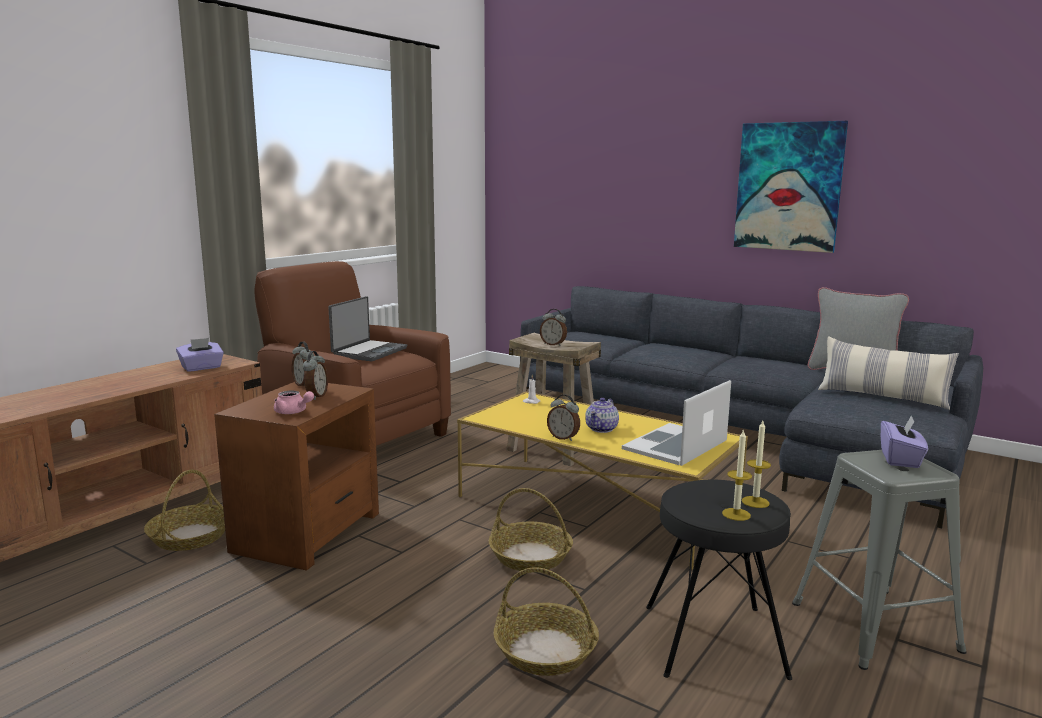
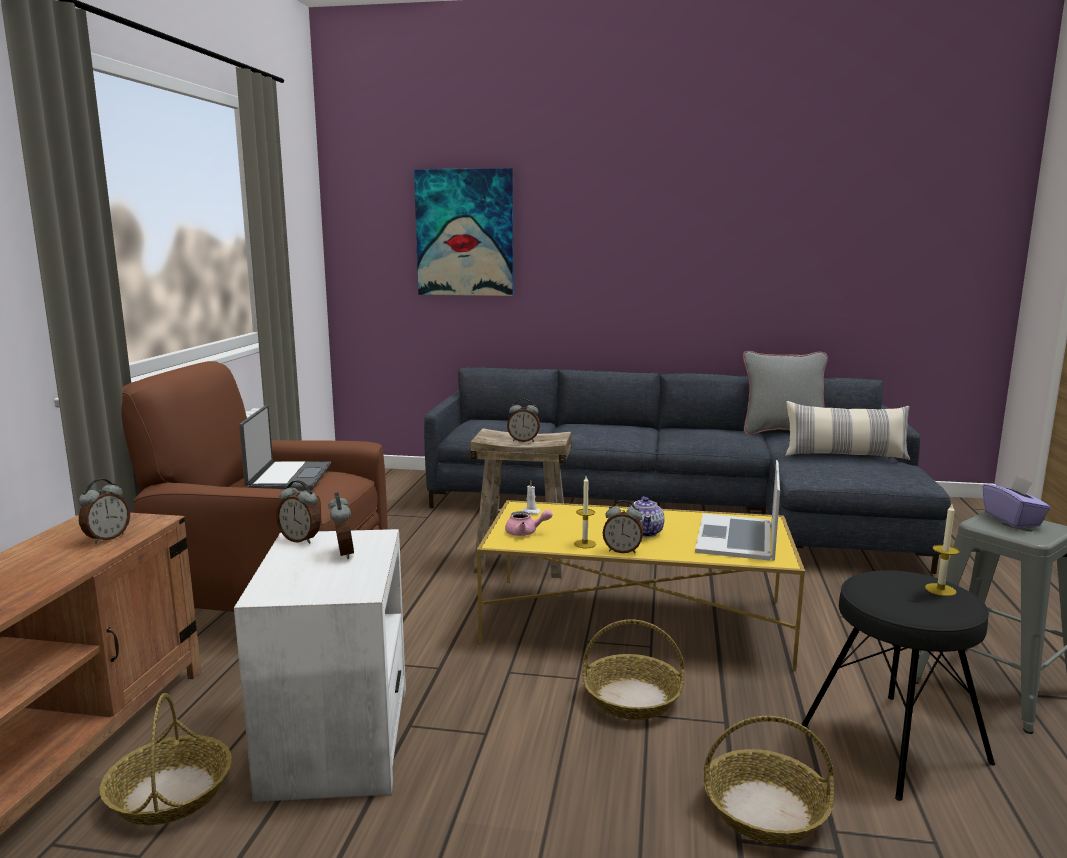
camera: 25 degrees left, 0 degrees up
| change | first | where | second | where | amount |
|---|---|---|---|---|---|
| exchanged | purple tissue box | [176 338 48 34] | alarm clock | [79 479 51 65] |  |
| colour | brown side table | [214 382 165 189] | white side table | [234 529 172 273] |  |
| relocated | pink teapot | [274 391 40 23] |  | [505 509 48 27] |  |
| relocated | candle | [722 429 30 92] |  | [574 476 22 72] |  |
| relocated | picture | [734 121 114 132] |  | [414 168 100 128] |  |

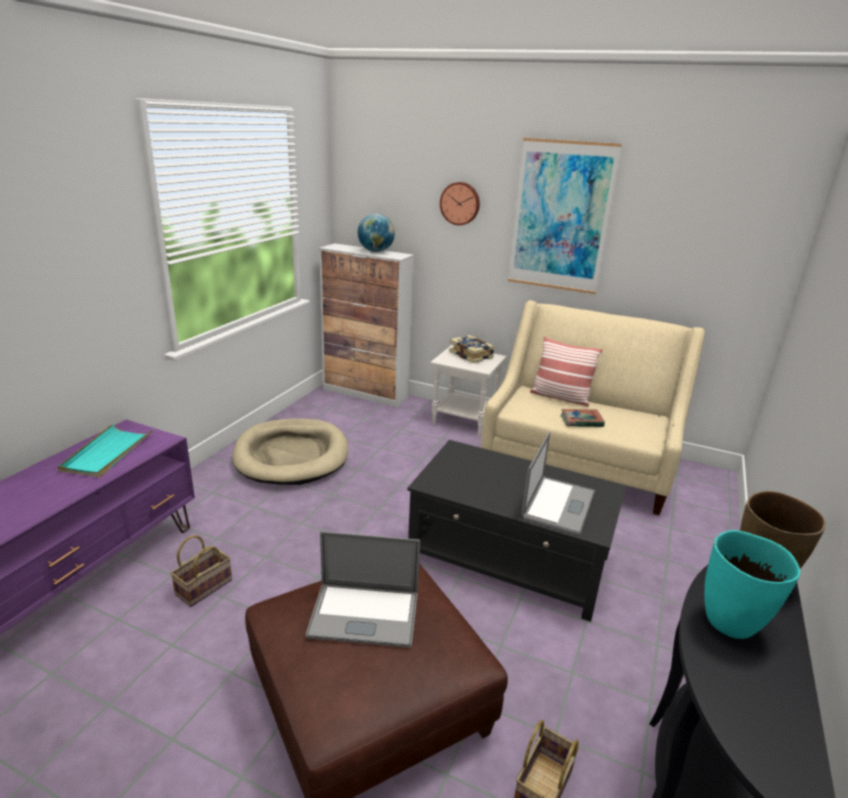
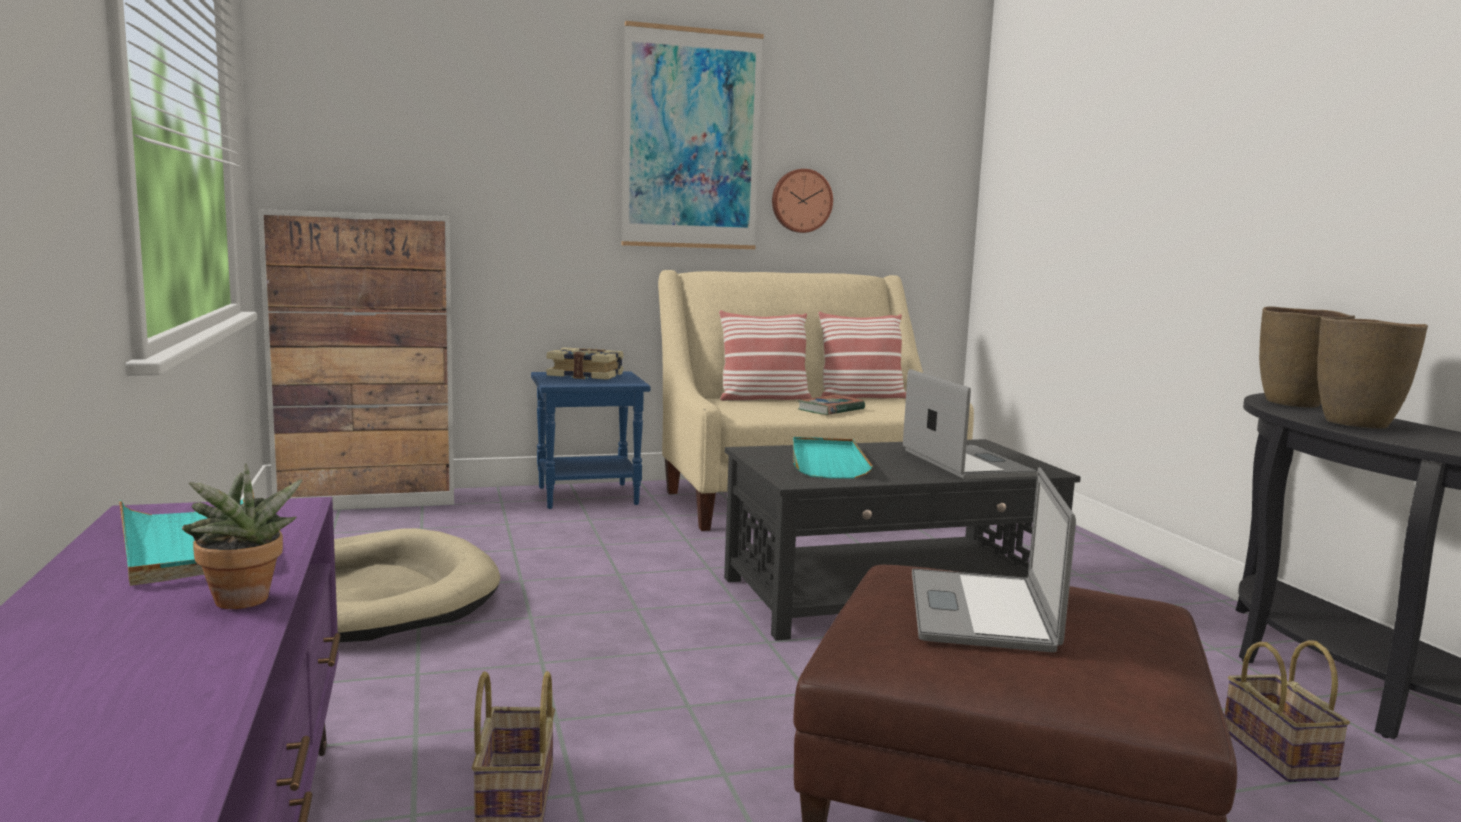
camera: 40 degrees left, 15 degrees down
| change | first | where | second | where | amount |
|---|---|---|---|---|---|
| spun | laptop | [306 531 114 117] |  | [912 467 164 185] | 135 degrees clockwise |
| missing | globe | [358 213 37 39] |  |  |  |
| colour | white side table | [430 345 77 91] | blue side table | [531 371 119 138] |  |
| relocated | wall clock | [440 182 40 43] |  | [772 169 61 64] |  |
| colour | turquoise vase | [704 530 96 109] | brown vase | [1317 317 111 112] |  |
| appeared |  |  | potted plant | [182 463 121 146] |  |
| appeared |  |  | turquoise tray | [793 437 80 42] |  |
| appeared |  |  | pillow | [818 312 88 87] |  |

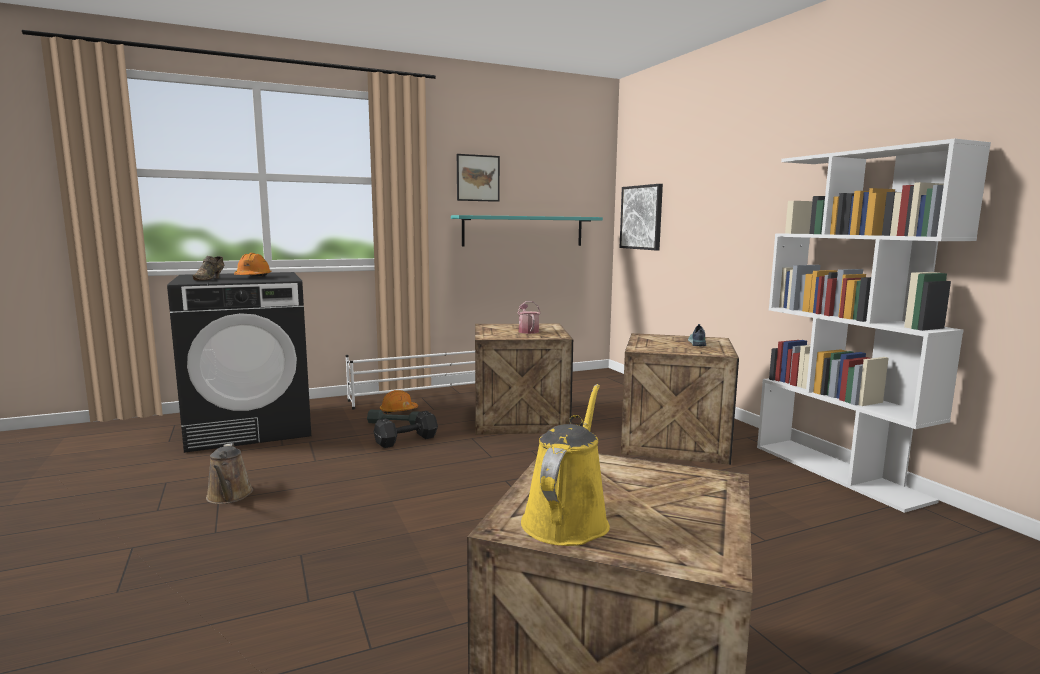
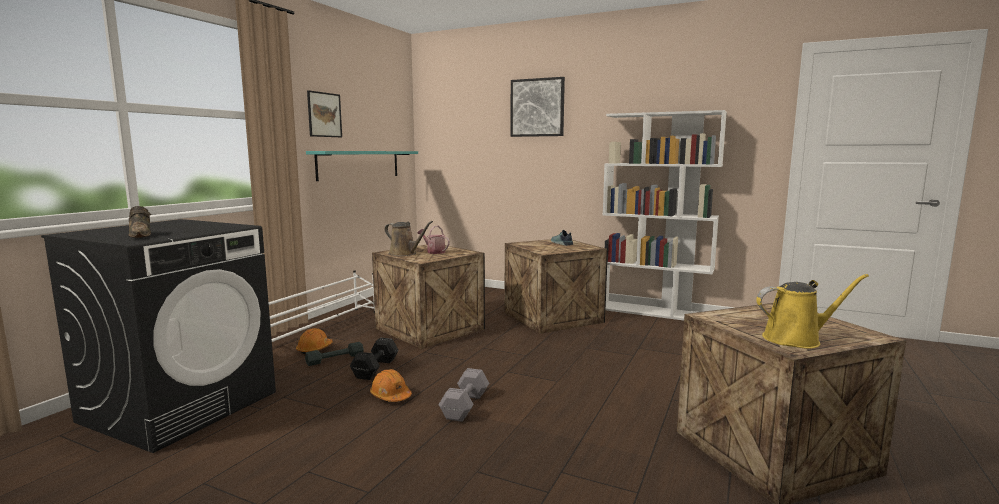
camera: 40 degrees left, 0 degrees up
| change | first | where | second | where | amount |
|---|---|---|---|---|---|
| relocated | brown watering can | [206 443 47 61] |  | [385 221 48 35] |  |
| relocated | orange hard hat | [234 253 38 23] |  | [370 369 42 33] |  |
| spun | yellow watering can | [521 384 89 162] |  | [756 274 113 75] | 105 degrees clockwise |
| relocated | picture | [620 184 43 66] |  | [510 77 55 60] |  |
| appeared |  |  | grey dumbbell | [439 368 50 54] |  |

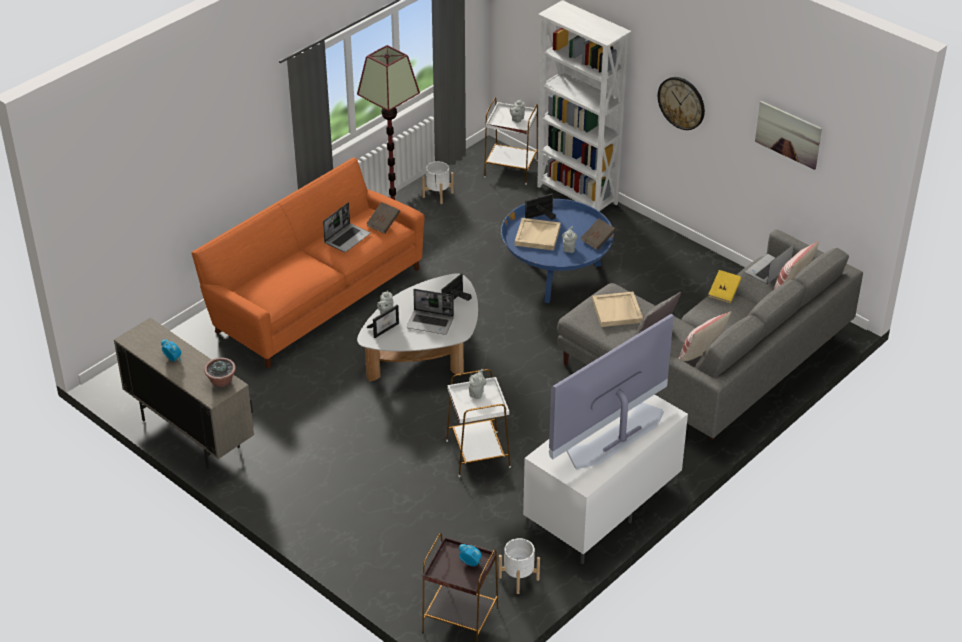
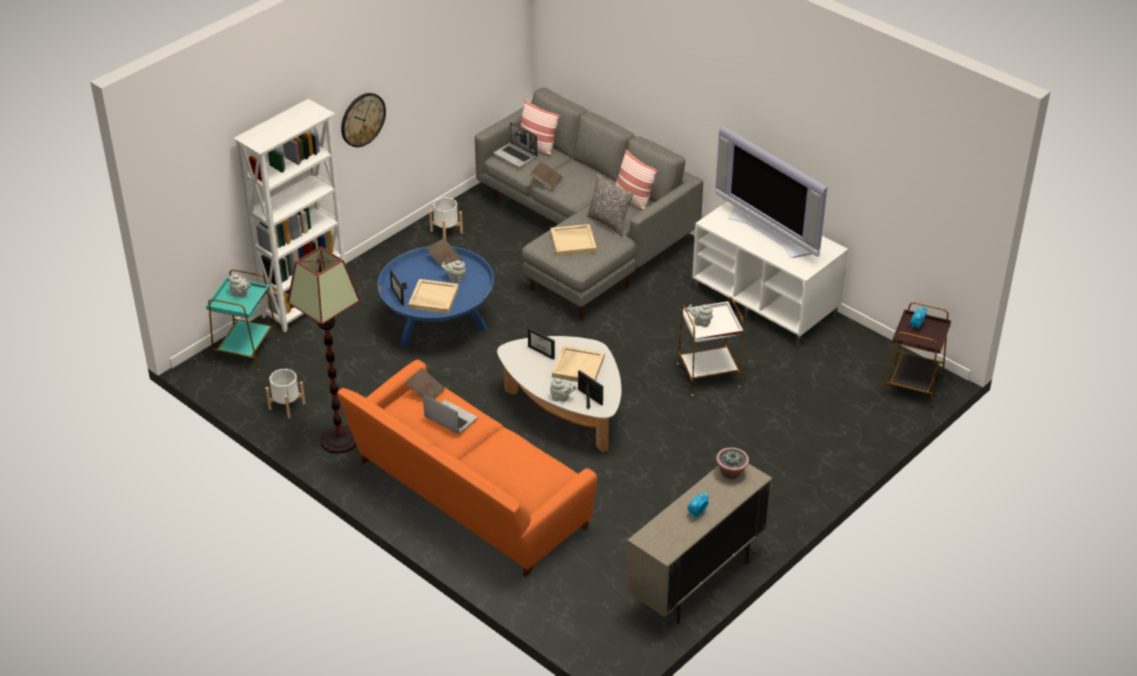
camera: 90 degrees left, 0 degrees up
| change | first | where | second | where | amount |
|---|---|---|---|---|---|
| exchanged | laptop | [406 289 48 46] | beige tray | [552 346 53 36] |  |
| colour | white side table | [484 97 54 88] | turquoise side table | [206 269 73 102] |  |
| relocated | white planter | [498 538 42 56] |  | [429 197 34 42] |  |
| colour | yellow book | [708 270 34 33] | brown book | [530 162 33 28] |  |
| missing | picture | [755 101 67 69] |  |  |  |

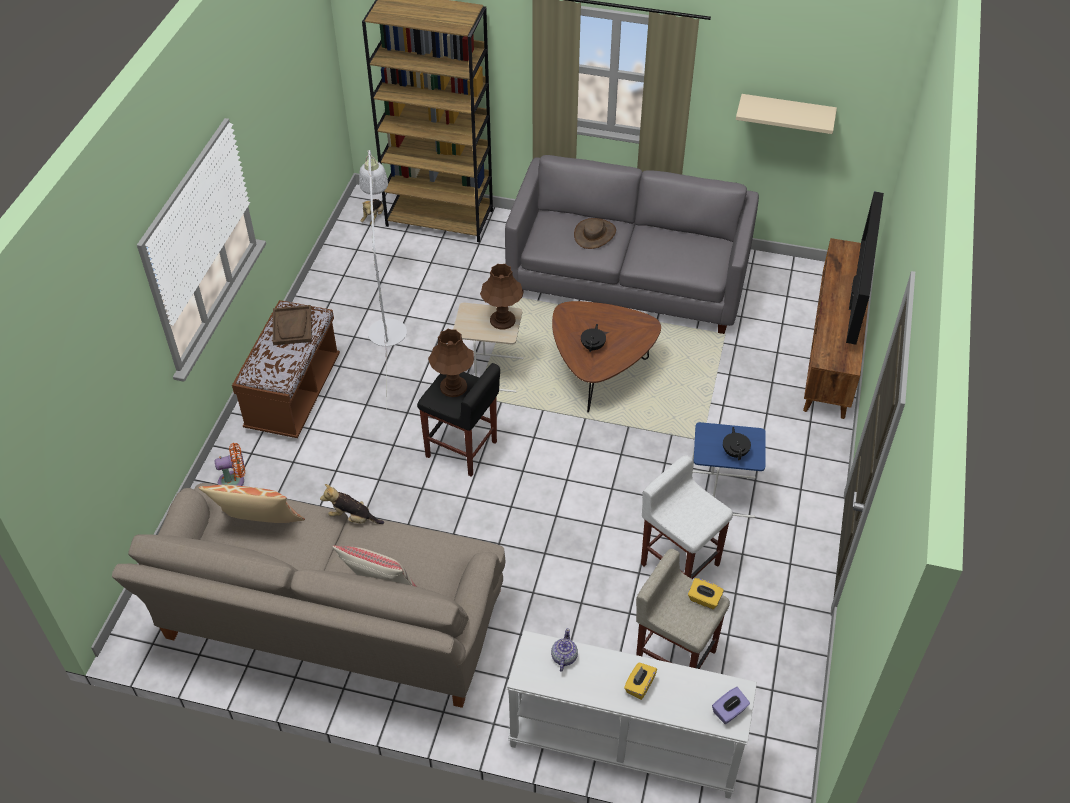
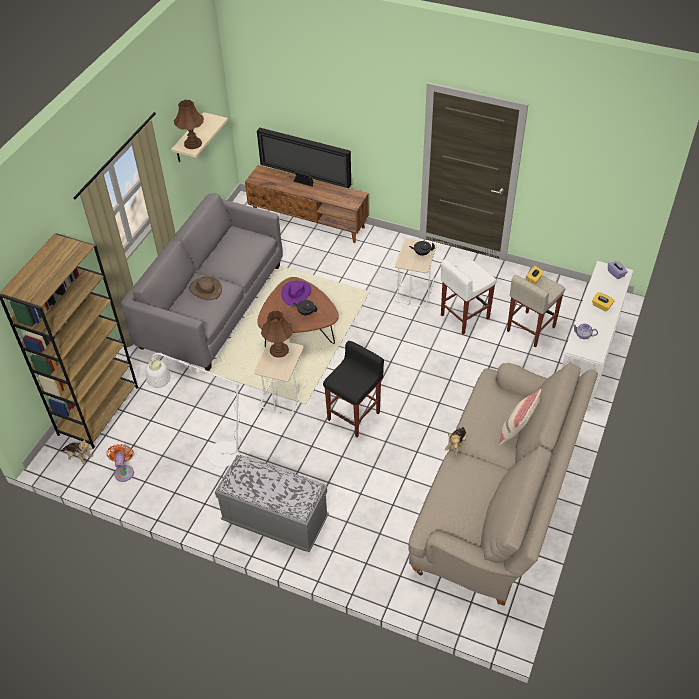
camera: 80 degrees left, 0 degrees up
| change | first | where | second | where | amount |
|---|---|---|---|---|---|
| missing | pillow | [199 485 106 38] |  |  |  |
| relocated | orange fan | [215 443 30 43] |  | [106 444 28 38] |  |
| colour | brown bench | [232 300 108 138] | grey bench | [215 455 114 97] |  |
| missing | brown tray | [273 305 39 40] |  |  |  |
| relocated | brown table lamp | [428 329 46 68] |  | [174 100 30 49] |  |
| colour | blue side table | [692 422 74 96] | beige side table | [395 238 42 69] |  |
| appeared |  |  | purple hat | [281 281 31 25] |  |

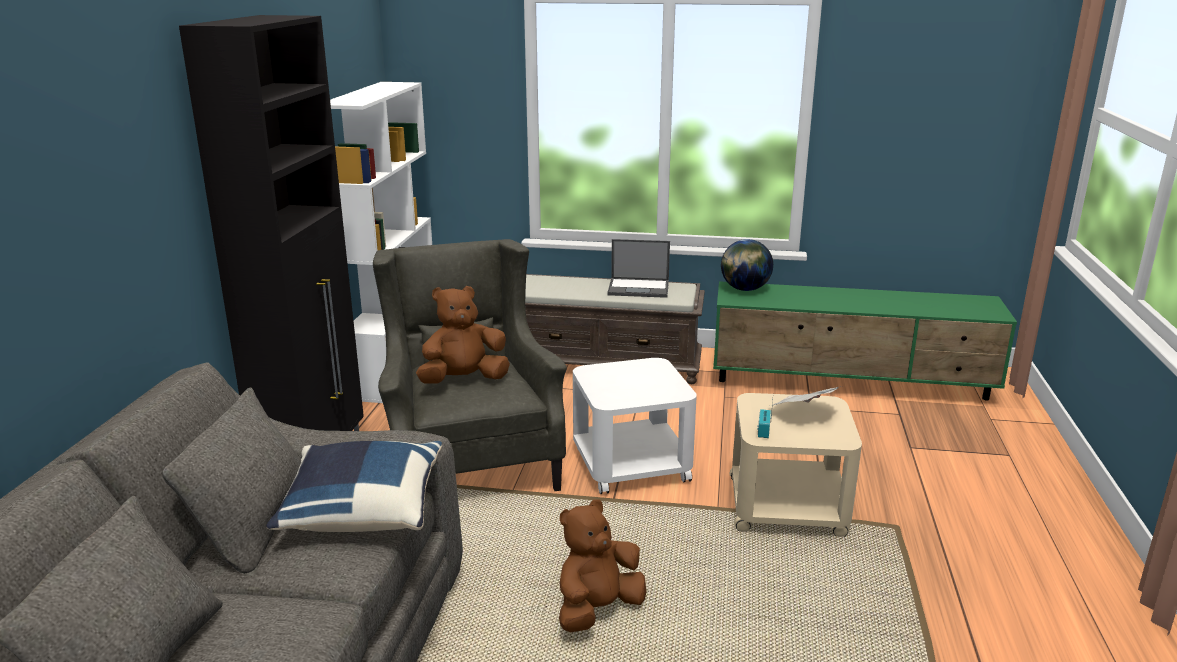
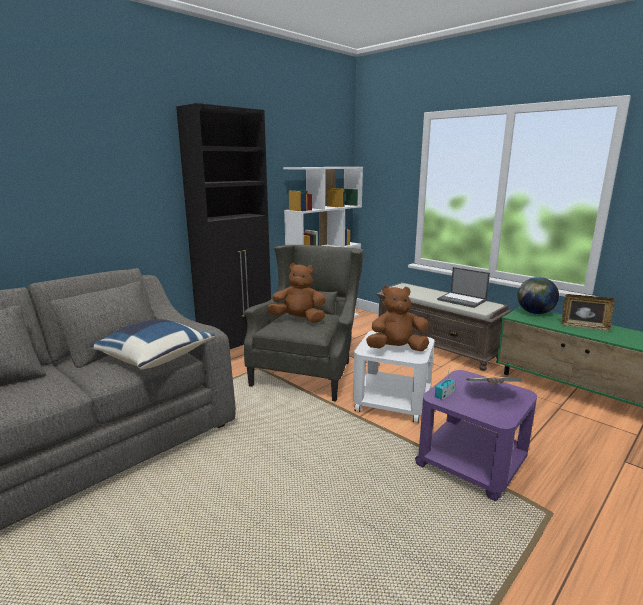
camera: 35 degrees right, 5 degrees down
| change | first | where | second | where | amount |
|---|---|---|---|---|---|
| relocated | brown plush toy | [559 499 88 134] |  | [366 286 63 65] |  |
| colour | beige side table | [730 393 132 144] | purple side table | [415 370 122 131] |  |
| appeared |  |  | picture frame | [562 294 53 37] |  |

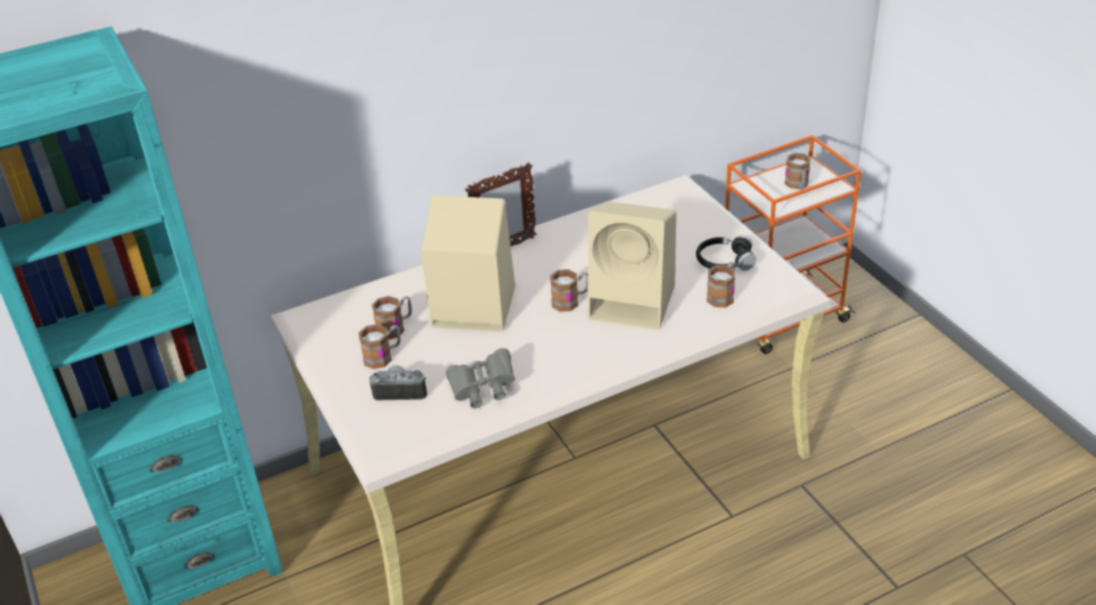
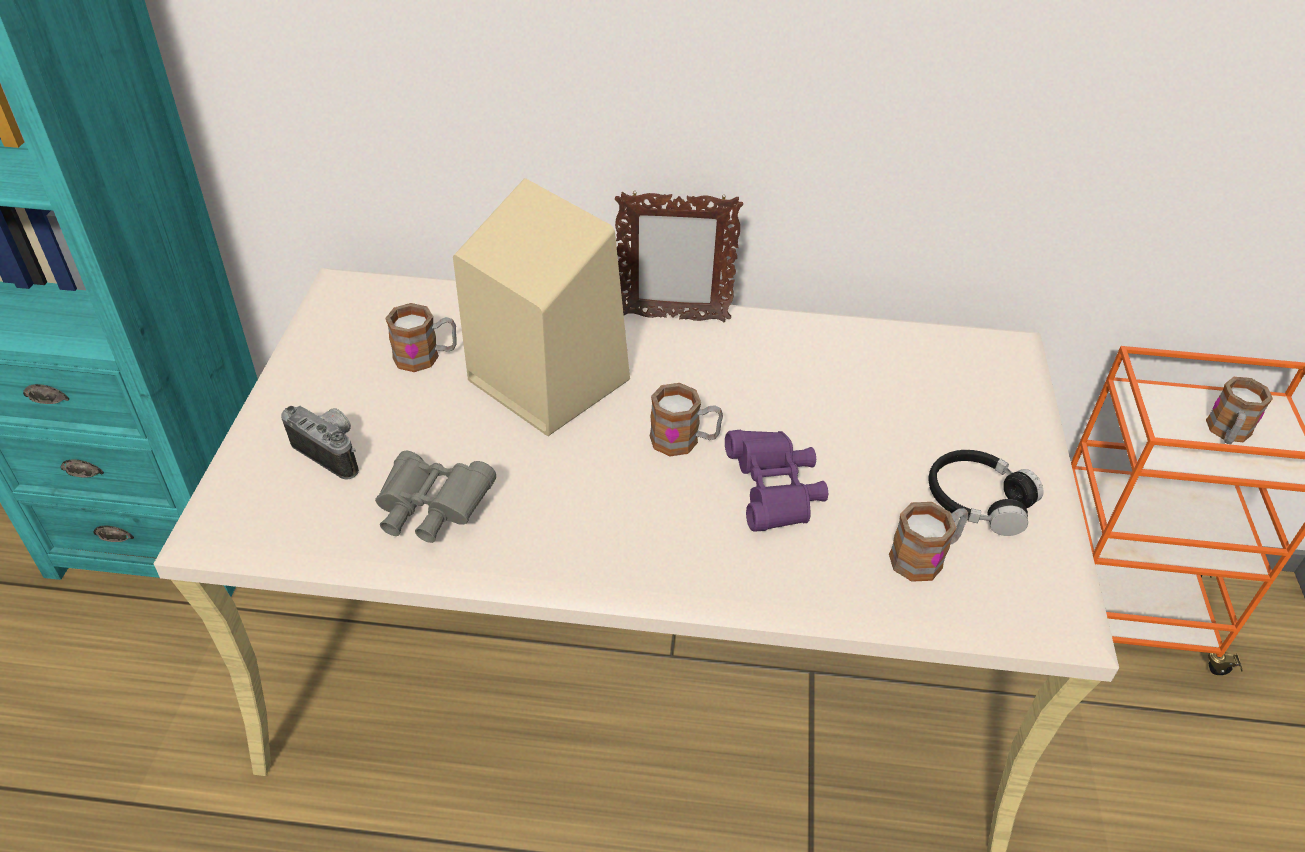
camera: 30 degrees right, 5 degrees up
| change | first | where | second | where | amount |
|---|---|---|---|---|---|
| missing | mug | [359 324 42 45] |  |  |  |
| exchanged | beige speaker | [588 201 88 129] | purple binoculars | [725 430 103 102] |  |

